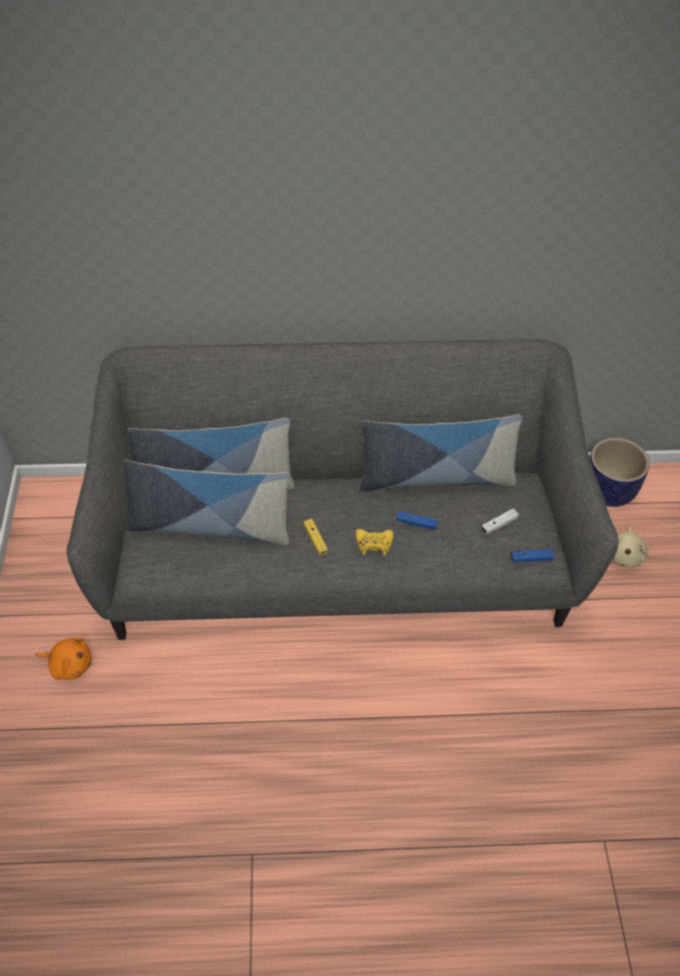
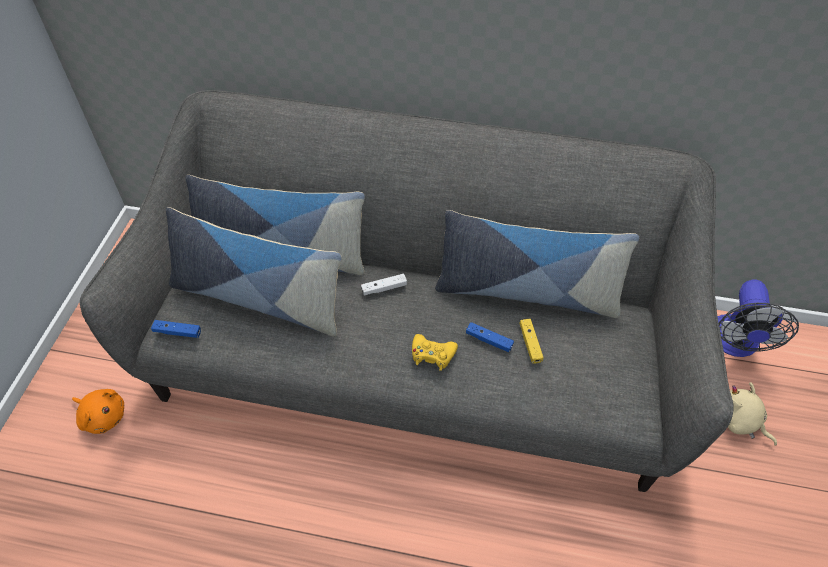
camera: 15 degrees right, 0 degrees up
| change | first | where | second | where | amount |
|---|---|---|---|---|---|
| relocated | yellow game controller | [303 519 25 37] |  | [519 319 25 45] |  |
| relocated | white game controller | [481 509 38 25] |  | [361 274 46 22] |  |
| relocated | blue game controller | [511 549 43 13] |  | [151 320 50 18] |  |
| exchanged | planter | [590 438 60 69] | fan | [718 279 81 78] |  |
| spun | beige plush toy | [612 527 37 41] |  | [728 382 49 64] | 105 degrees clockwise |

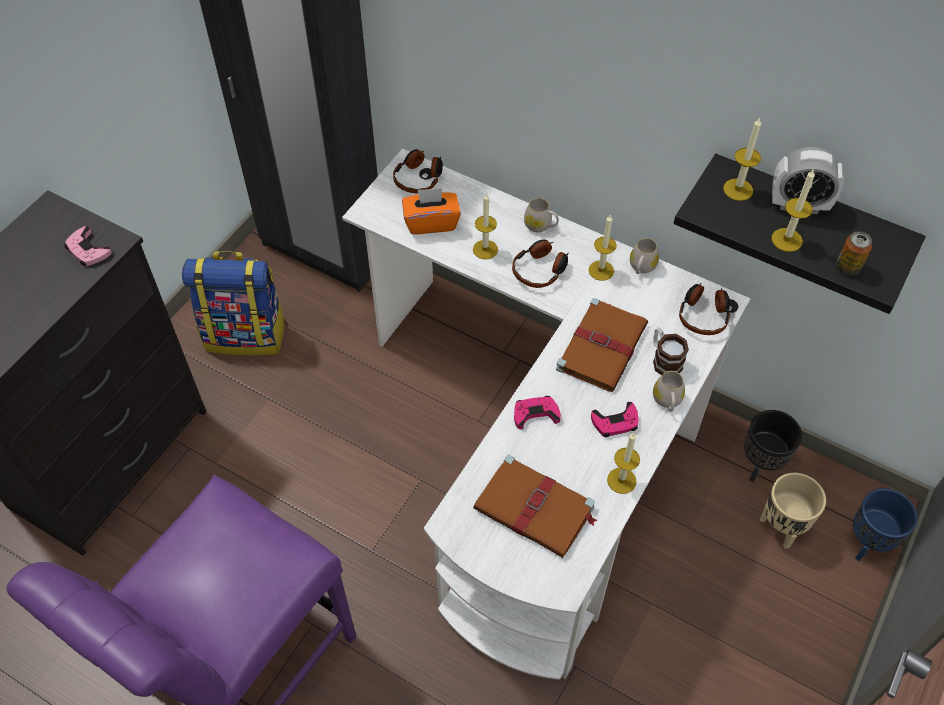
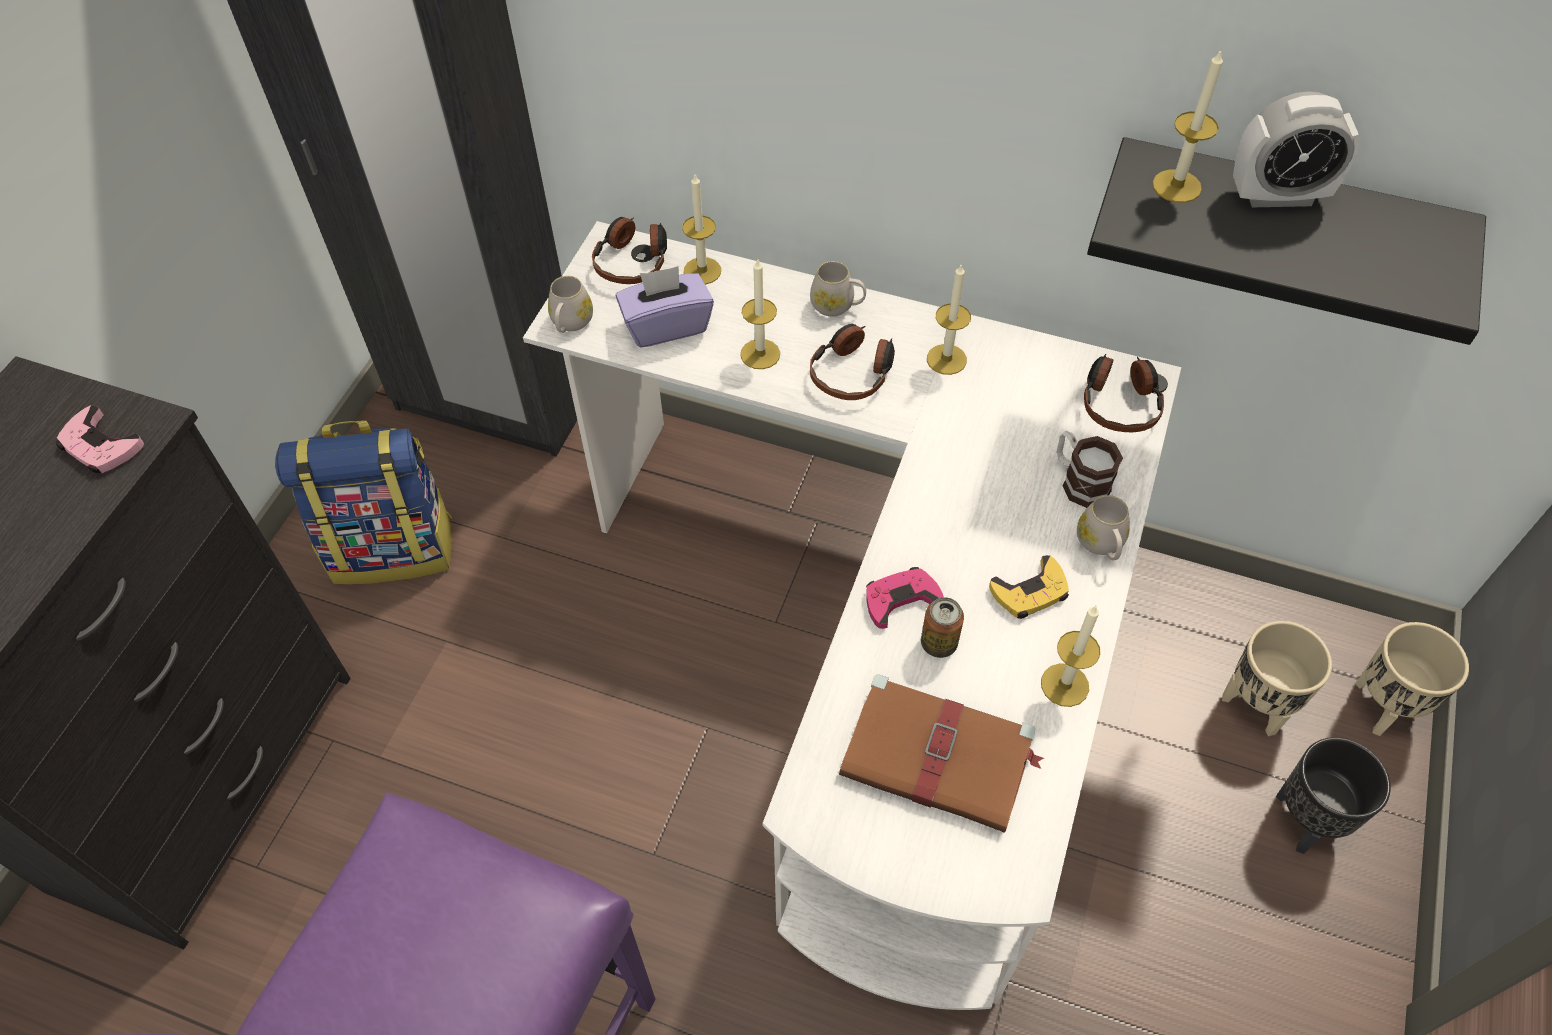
camera: 10 degrees left, 0 degrees up
| change | first | where | second | where | amount |
|---|---|---|---|---|---|
| colour | orange tissue box | [402 188 59 46] | purple tissue box | [616 266 98 82] |  |
| missing | brown book | [556 298 92 94] |  |  |  |
| colour | pink game controller | [591 402 47 35] | yellow game controller | [989 555 80 64] |  |
| relocated | white mug | [630 238 29 36] |  | [548 276 45 57] |  |
| relocated | black planter | [744 410 58 73] |  | [1276 737 115 117] |  |
| relocated | candle | [772 170 43 82] |  | [682 175 39 110] |  |
| relocated | can | [836 231 36 44] |  | [921 597 43 61] |  |
| colour | blue planter | [852 488 66 73] | beige planter | [1355 622 114 114] |  |

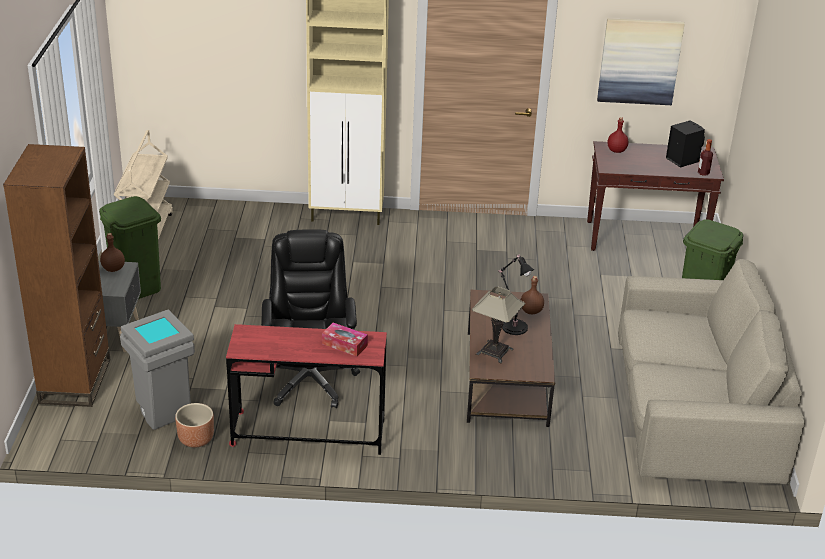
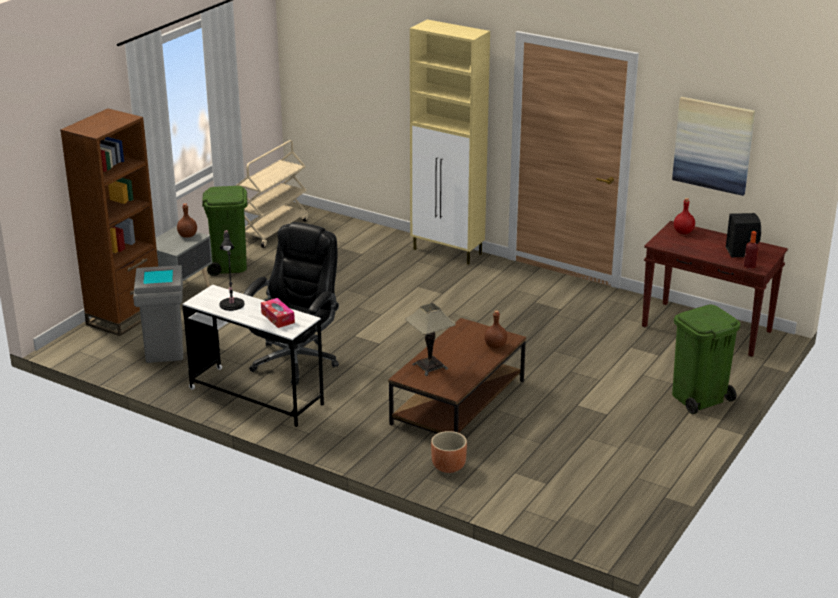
camera: 30 degrees right, 5 degrees down
| change | first | where | second | where | amount |
|---|---|---|---|---|---|
| relocated | brown planter | [175 403 39 45] |  | [431 431 36 42] |  |
| colour | red desk | [226 324 161 131] | white desk | [182 285 142 142] |  |
| relocated | black table lamp | [499 255 35 80] |  | [219 230 25 81] |  |
| missing | beige sofa | [618 259 187 225] |  |  |  |

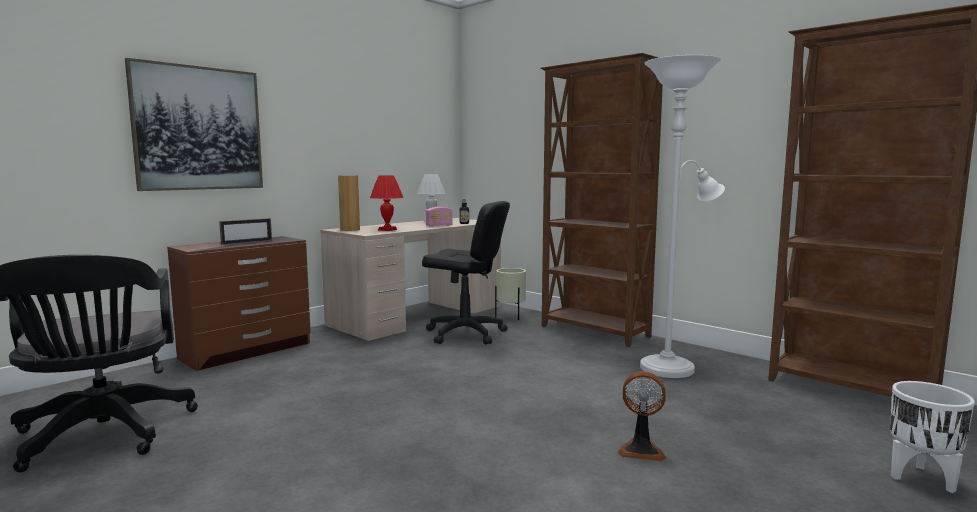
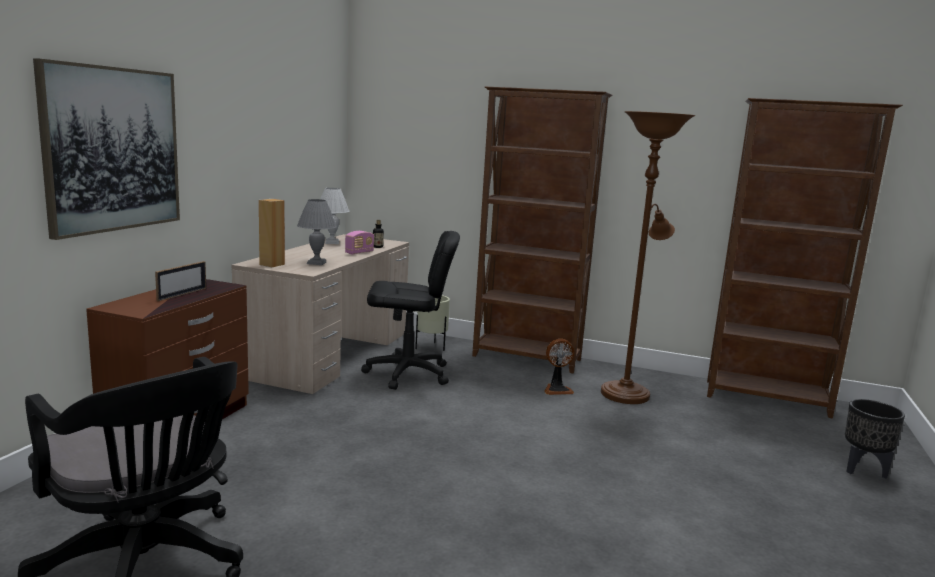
camera: 25 degrees left, 5 degrees up
| change | first | where | second | where | amount |
|---|---|---|---|---|---|
| colour | red table lamp | [370 175 33 56] | grey table lamp | [297 199 40 66] |  |
| relocated | fan | [618 371 48 90] |  | [544 339 30 56] |  |
| colour | white floor lamp | [640 55 85 323] | brown floor lamp | [601 111 94 293] |  |
| colour | white planter | [890 381 85 112] | black planter | [845 399 60 80] |  |

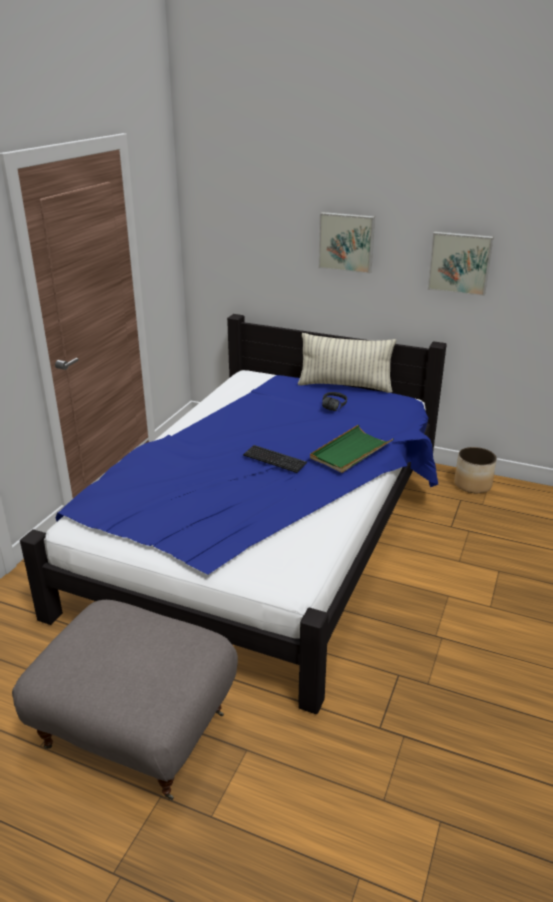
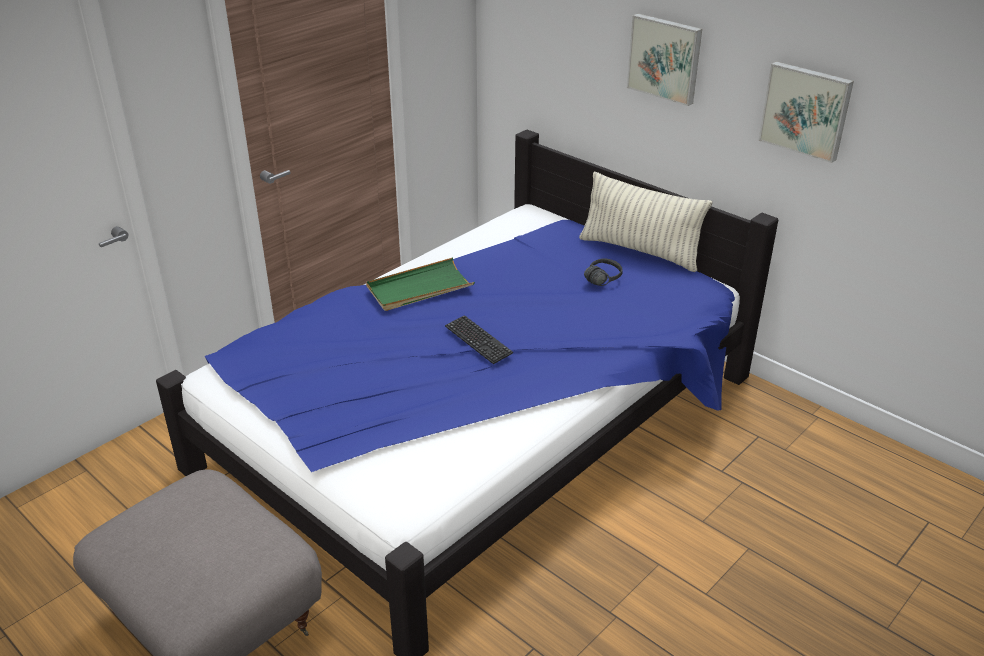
camera: 20 degrees right, 5 degrees up
| change | first | where | second | where | amount |
|---|---|---|---|---|---|
| relocated | green tray | [310 425 84 48] |  | [366 257 109 54] |  |
| missing | planter | [454 447 43 46] |  |  |  |

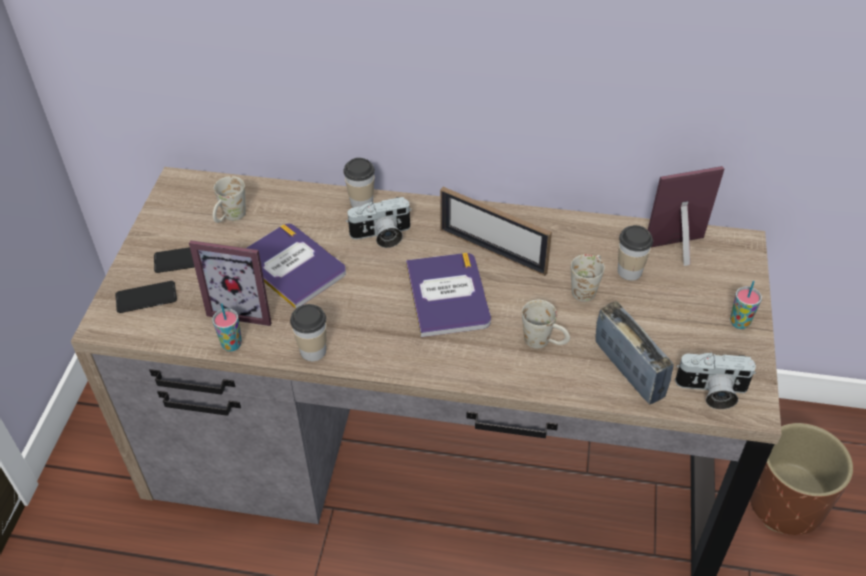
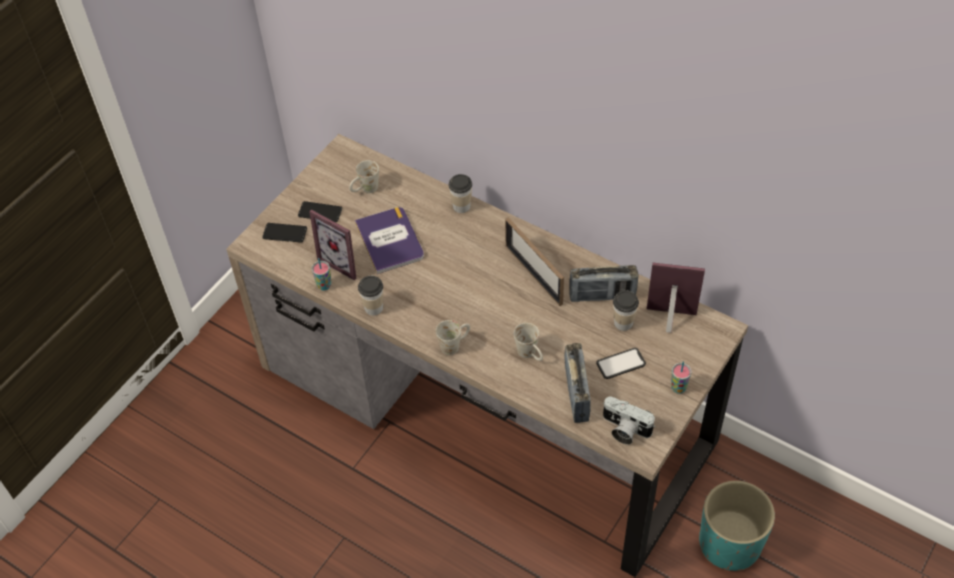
camera: 25 degrees right, 5 degrees up
| change | first | where | second | where | amount |
|---|---|---|---|---|---|
| missing | photo camera | [346 197 66 51] |  |  |  |
| missing | book | [406 253 85 84] |  |  |  |
| relocated | white mug | [571 254 34 48] |  | [436 320 34 35] |  |
| colour | brown planter | [750 423 103 112] | turquoise planter | [699 480 76 91] |  |
| appeared |  |  | radio | [569 265 69 37] |  |
| appeared |  |  | phone | [596 348 50 31] |  |

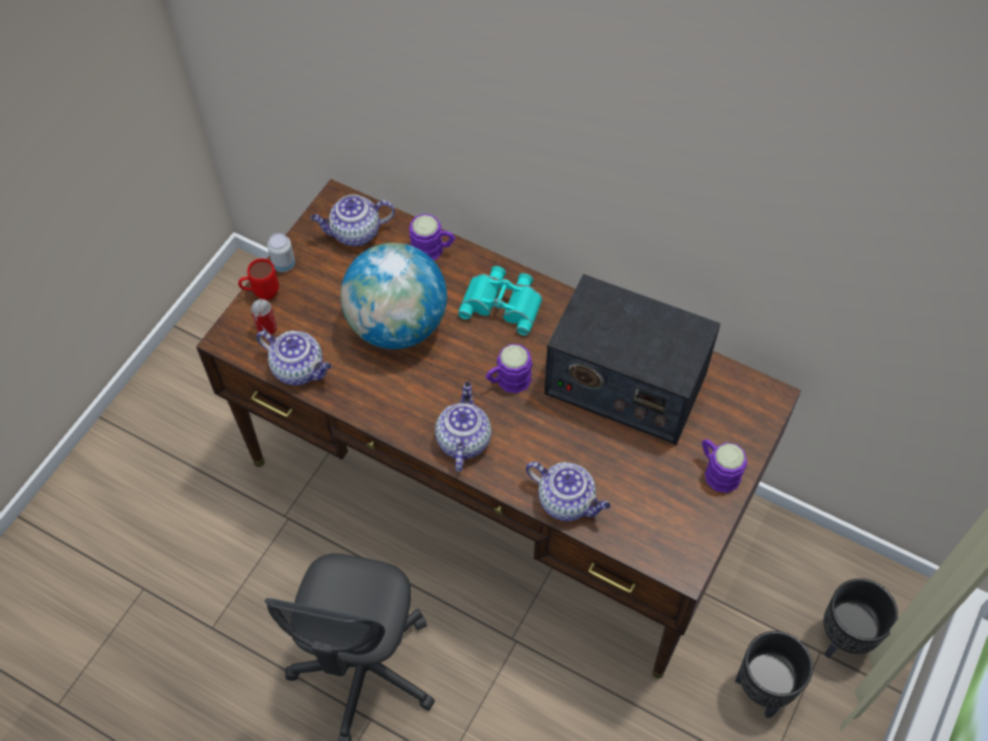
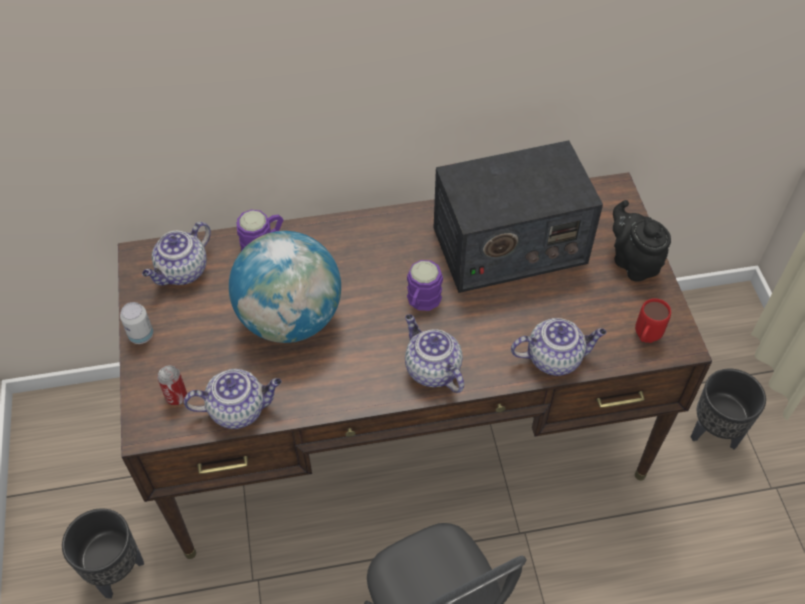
camera: 40 degrees left, 5 degrees down
| change | first | where | second | where | amount |
|---|---|---|---|---|---|
| relocated | red mug | [238 258 41 42] |  | [635 298 36 45] |  |
| missing | turquoise binoculars | [458 266 85 70] |  |  |  |
| exchanged | purple mug | [702 439 45 54] | black teapot | [613 200 58 82] |  |
| relocated | black planter | [824 578 74 81] |  | [62 508 82 91] |  |

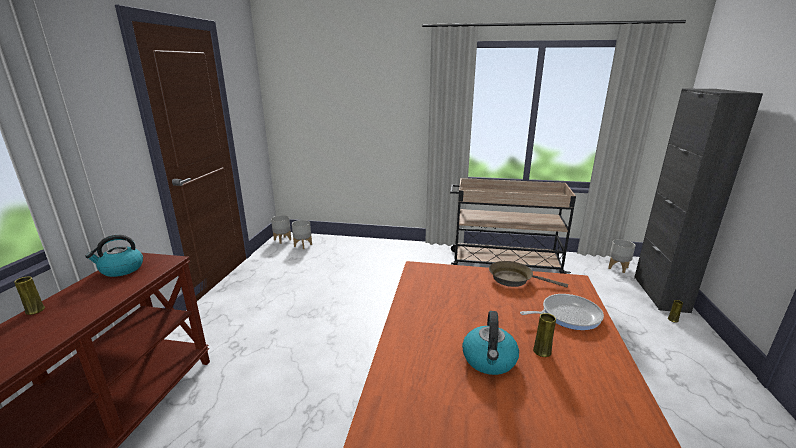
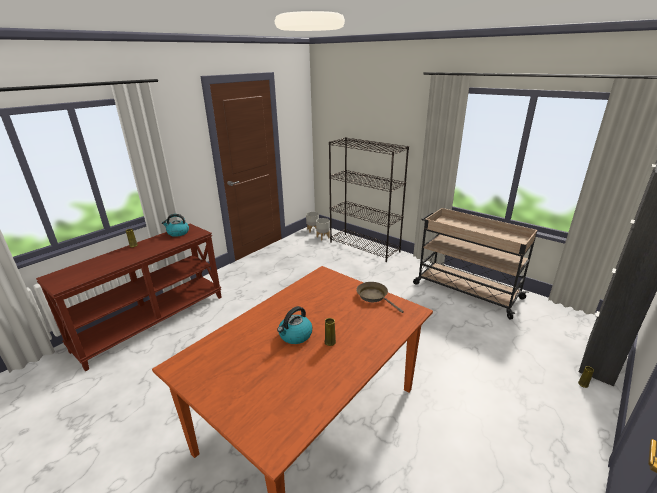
camera: 30 degrees right, 5 degrees up
| change | first | where | second | where | amount |
|---|---|---|---|---|---|
| missing | frying pan | [520 294 84 36] |  |  |  |
| missing | grey planter | [608 239 28 34] |  |  |  |
| appeared |  |  | black bookcase | [329 137 80 125] |  |

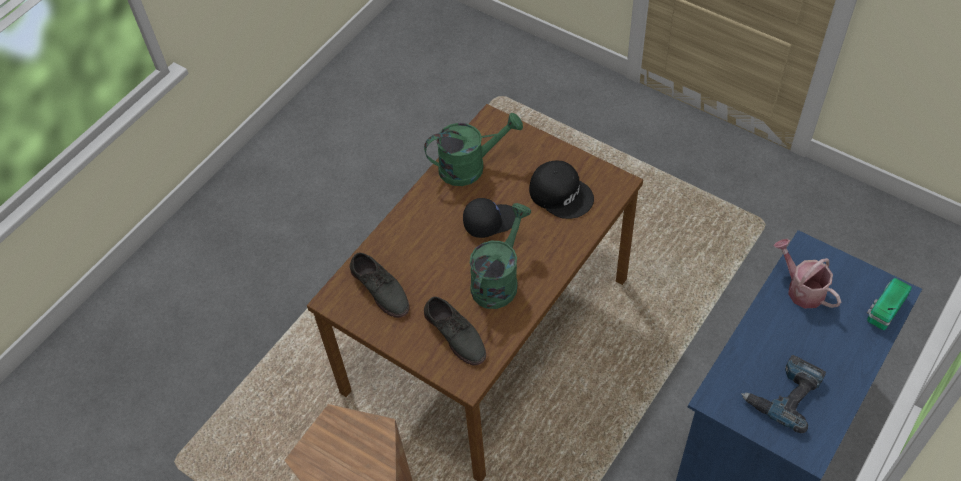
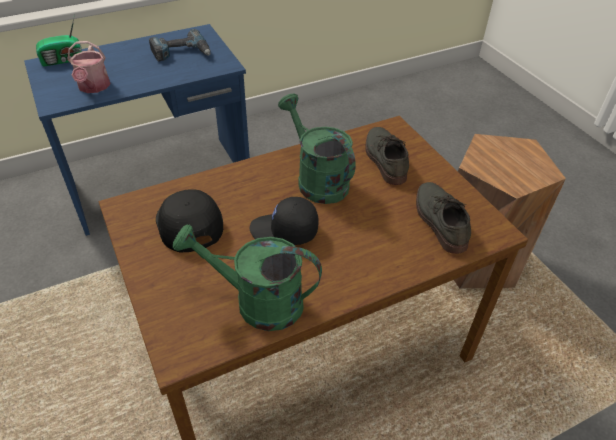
camera: 155 degrees left, 10 degrees down
| change | first | where | second | where | amount |
|---|---|---|---|---|---|
| spun | green watering can | [470 203 61 106] |  | [278 93 78 111] | 90 degrees clockwise |

